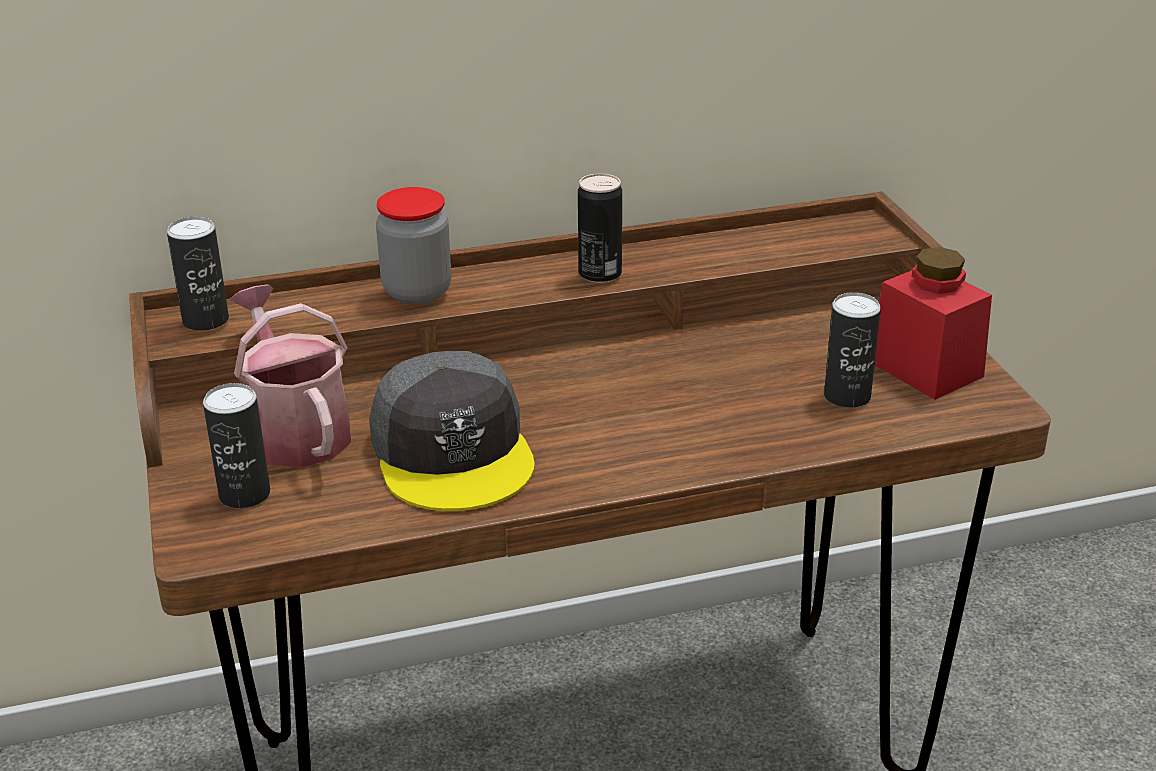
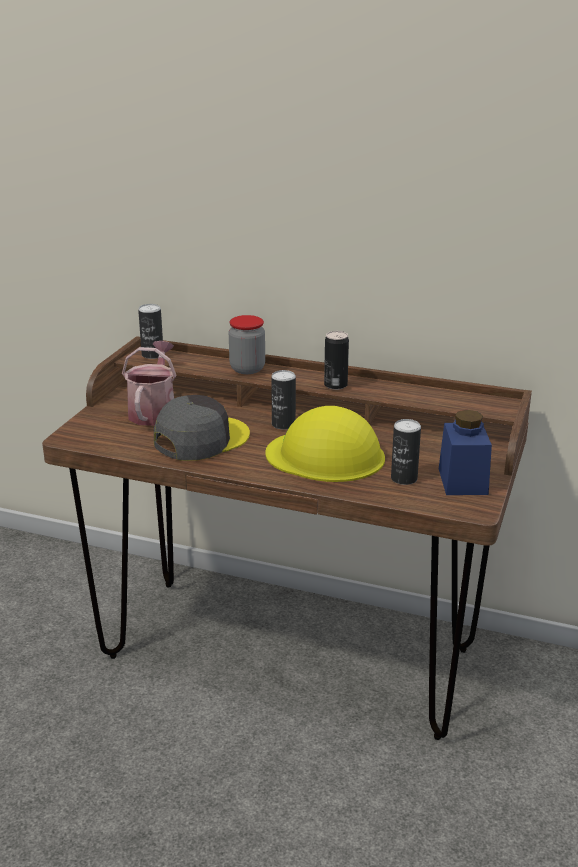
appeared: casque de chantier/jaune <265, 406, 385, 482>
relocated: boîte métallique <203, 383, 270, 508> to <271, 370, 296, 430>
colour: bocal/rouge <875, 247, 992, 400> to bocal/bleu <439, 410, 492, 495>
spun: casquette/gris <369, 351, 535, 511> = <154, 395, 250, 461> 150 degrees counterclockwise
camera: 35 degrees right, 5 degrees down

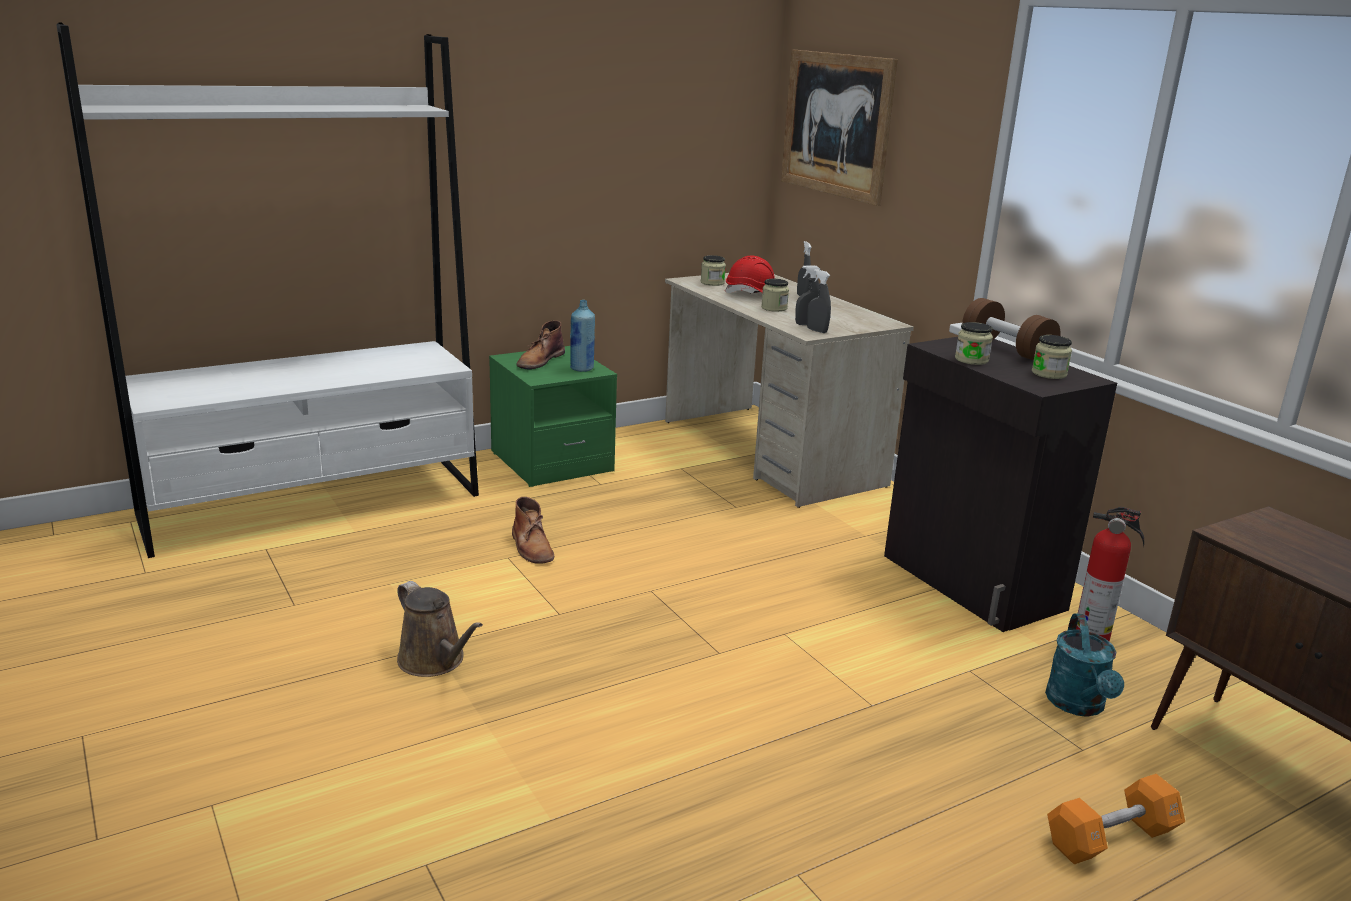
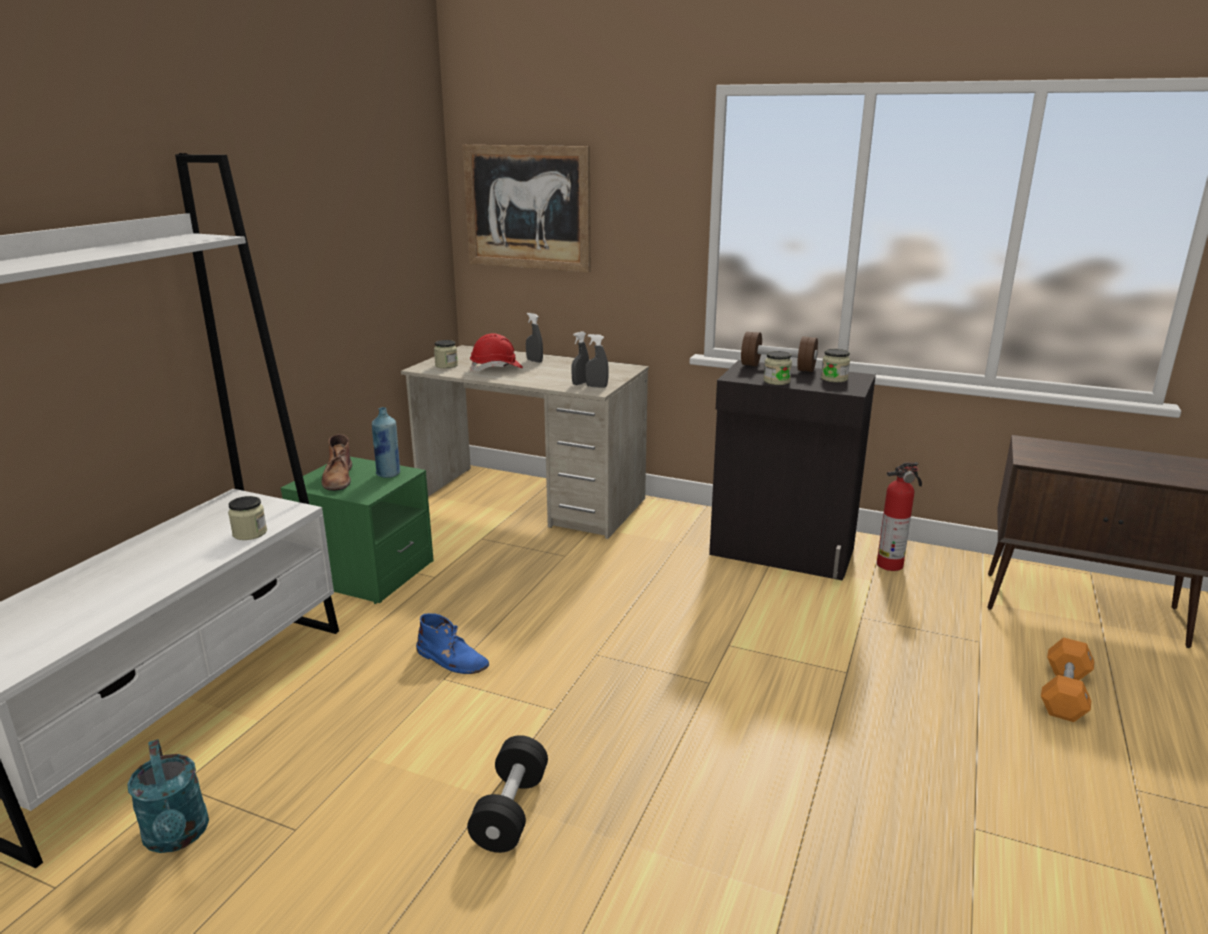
relocated: arrosoir/turquoise <1045, 613, 1124, 716> to <127, 739, 209, 853>; bocal <761, 279, 789, 312> to <228, 496, 267, 540>
exchanged: arrosoir/marron <397, 581, 483, 677> to haltère/noir <467, 735, 548, 853>
colour: botte/marron <512, 497, 554, 564> to botte/bleu <416, 613, 489, 674>
camera: 35 degrees left, 0 degrees up

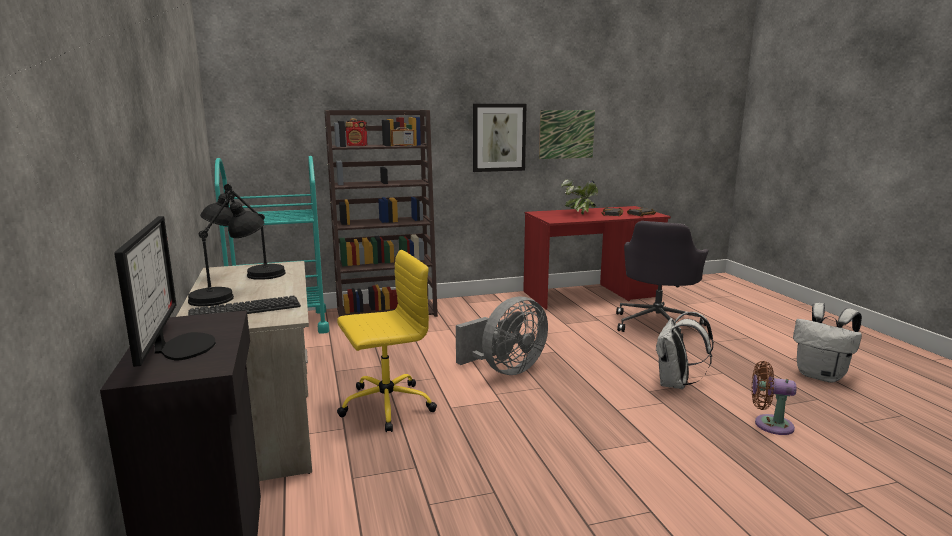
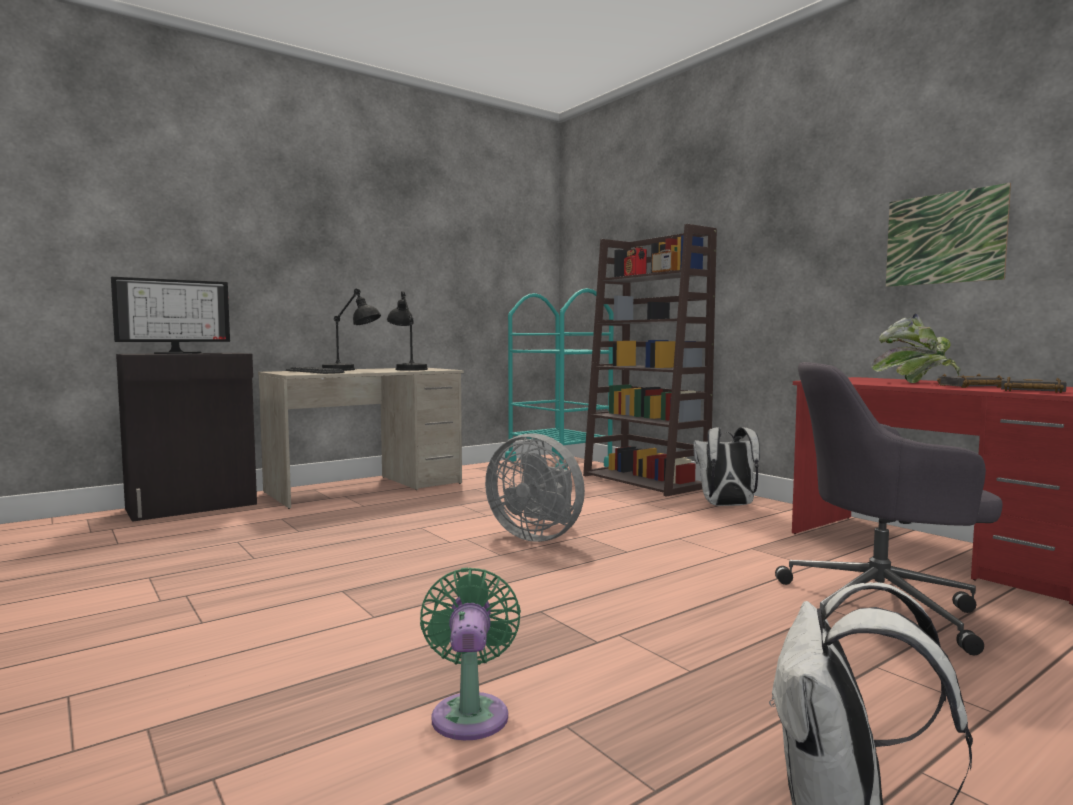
missing: chaise de bureau/jaune <337, 250, 437, 432>; tableau <473, 104, 527, 172>
relocated: sac à dos/blanc <655, 312, 714, 389> to <693, 427, 760, 506>
colour: ventilateur/marron <752, 361, 797, 435> to ventilateur/vert <420, 567, 521, 740>
camera: 70 degrees right, 10 degrees down

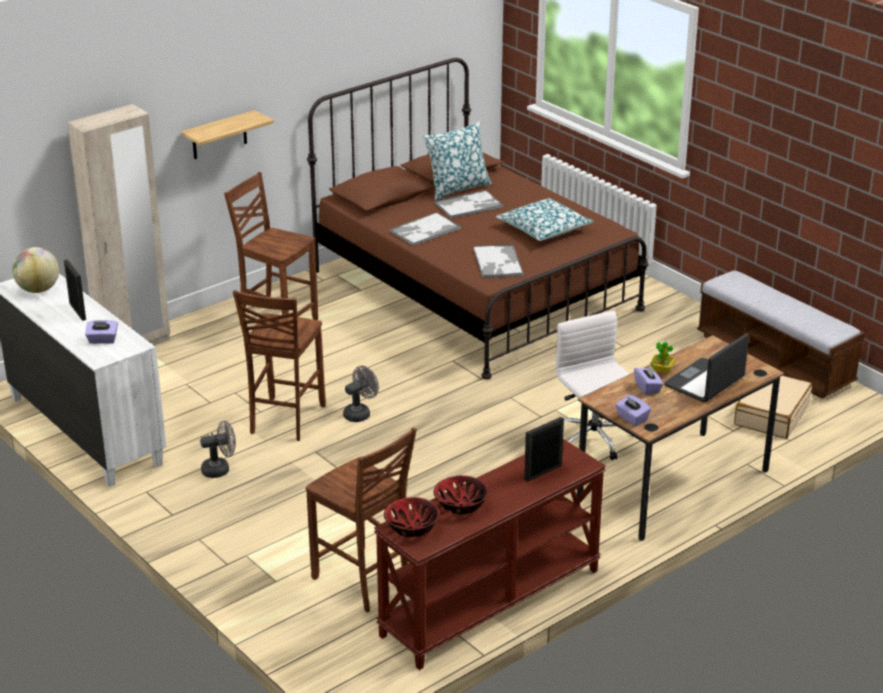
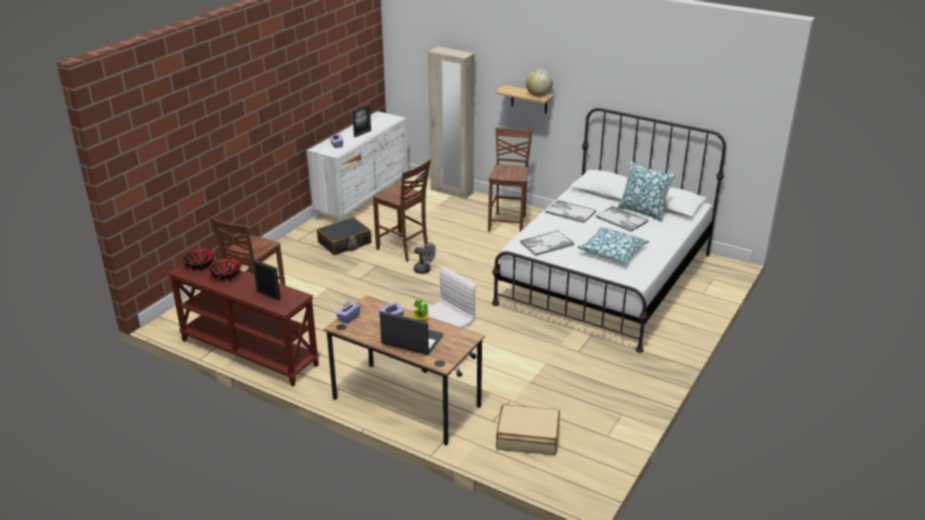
missing: banc <697, 270, 865, 399>
relocated: globe <12, 247, 59, 293> to <526, 69, 553, 97>
exchanged: ventilateur/gris <200, 421, 236, 478> to valise/noir <317, 217, 372, 255>
colour: lit/marron <307, 58, 649, 379> to lit/blanc <492, 108, 726, 353>
spun: chaise/marron <233, 290, 326, 441> = <373, 159, 431, 262> 135 degrees counterclockwise
camera: 70 degrees right, 0 degrees up

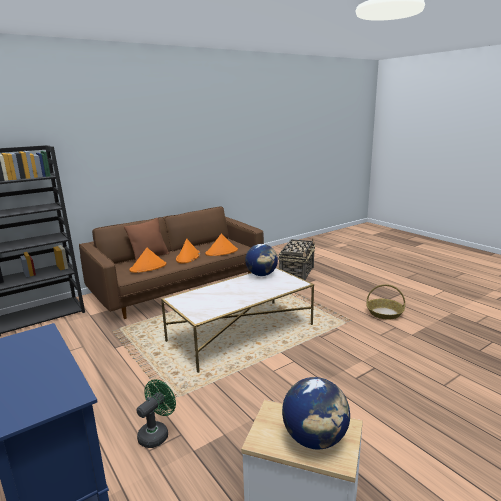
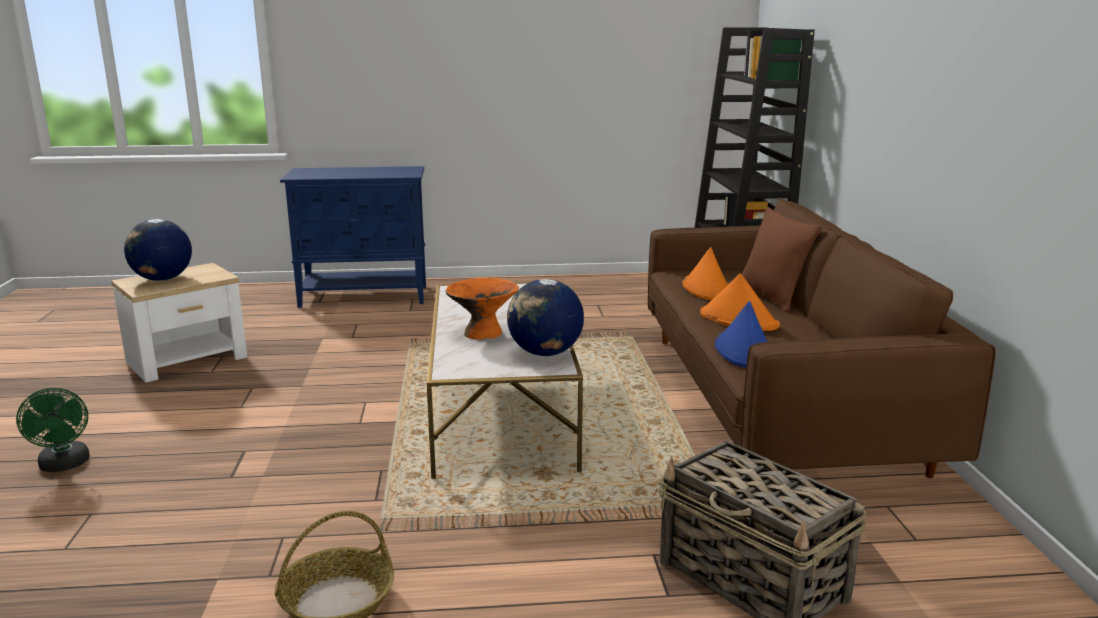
appeared: bol/orange <446, 278, 519, 340>
relocated: ventilateur/vert <137, 379, 176, 448> to <16, 388, 90, 472>
colour: chapeau/orange <205, 234, 238, 256> to chapeau/bleu <715, 301, 768, 368>
camera: 120 degrees right, 0 degrees up

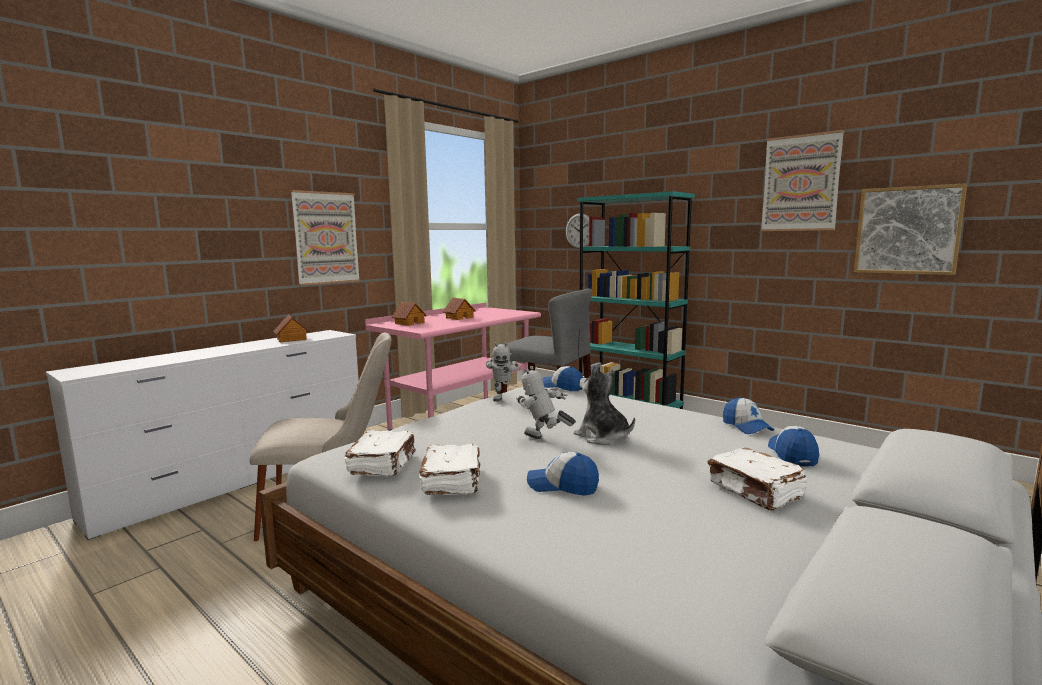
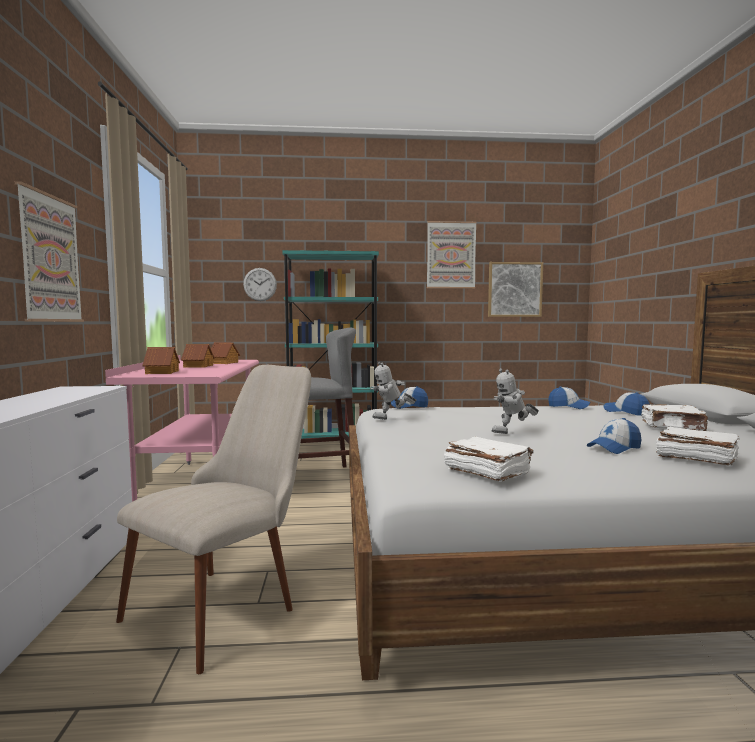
missing: peluche <574, 365, 635, 445>
relocated: maison miniature <273, 315, 310, 342> to <211, 342, 240, 364>; livre/blanc <419, 444, 480, 495> to <656, 427, 739, 465>
spun: robot jouet <486, 342, 520, 401> = <370, 362, 416, 420> 120 degrees clockwise
camera: 45 degrees left, 5 degrees down

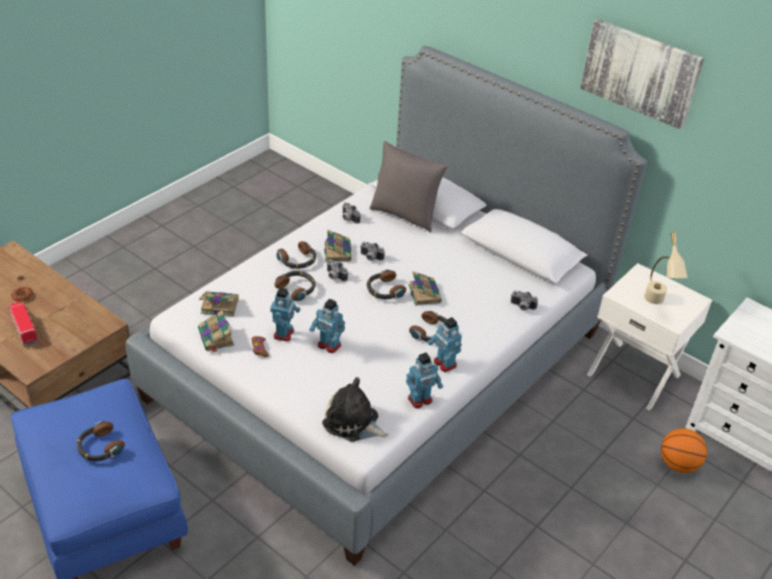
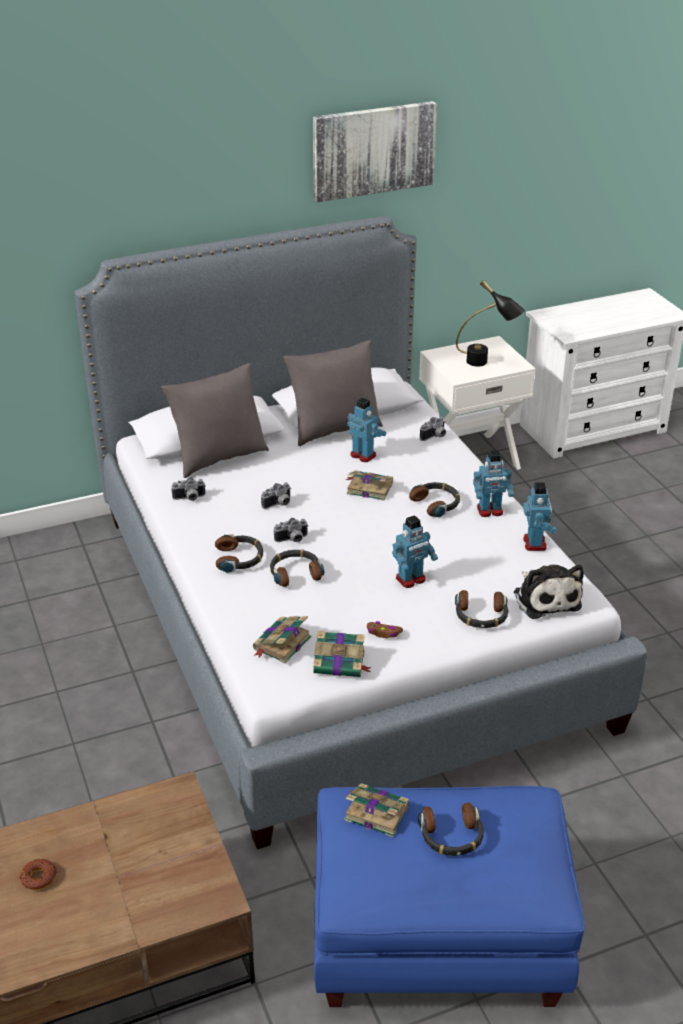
missing: camion jouet <8, 301, 38, 346>; ballon de basket <661, 428, 707, 473>
appeared: coussin/gris <283, 340, 383, 446>
relocated: livre <324, 230, 351, 262> to <344, 783, 409, 837>; robot jouet <270, 287, 300, 341> to <347, 398, 386, 462>; casque audio <367, 269, 406, 299> to <455, 590, 508, 628>
colour: lampe de table/beige <644, 232, 688, 304> to lampe de table/noir <456, 280, 525, 367>
spun: peluche <322, 377, 388, 442> = <514, 565, 584, 619> 75 degrees counterclockwise
camera: 60 degrees left, 5 degrees down

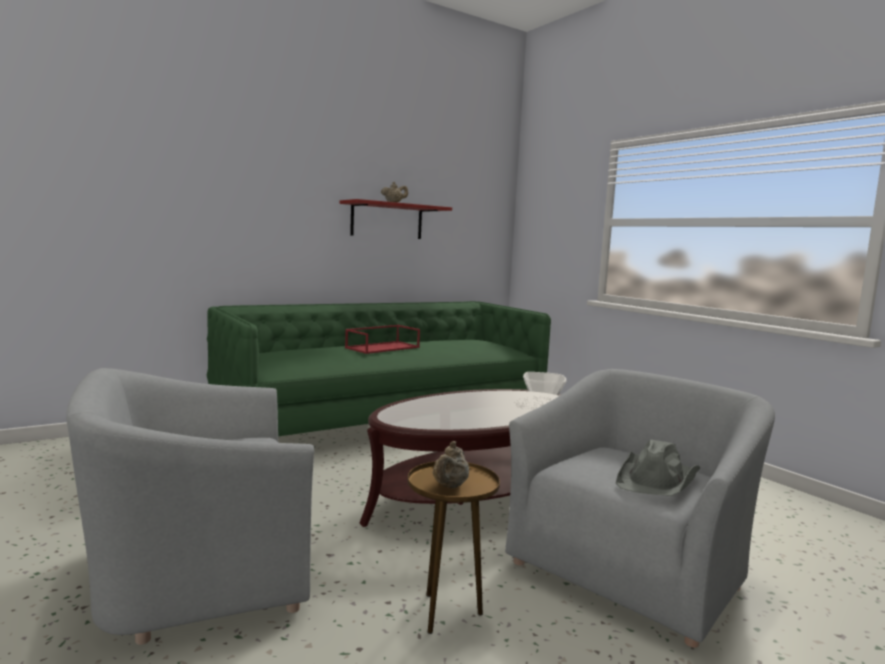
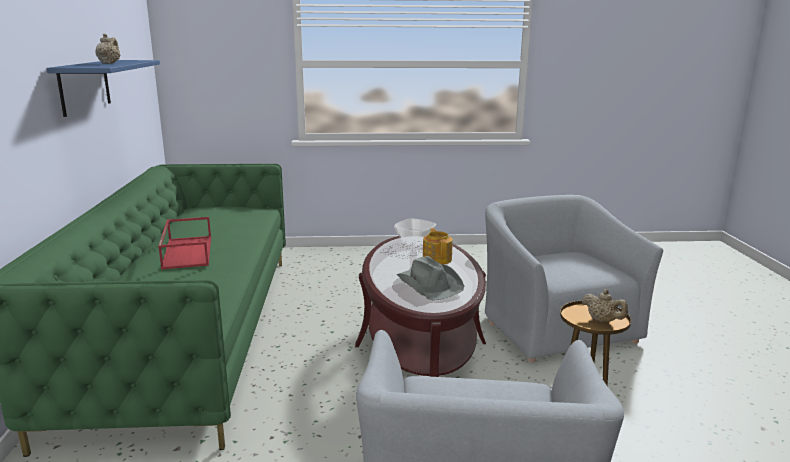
appeared: théière <423, 228, 453, 265>
relocated: chapeau/gris <616, 440, 701, 496> to <397, 256, 464, 301>
colour: étagère/rouge <340, 199, 452, 239> to étagère/bleu <46, 60, 160, 117>
camera: 60 degrees left, 10 degrees up

